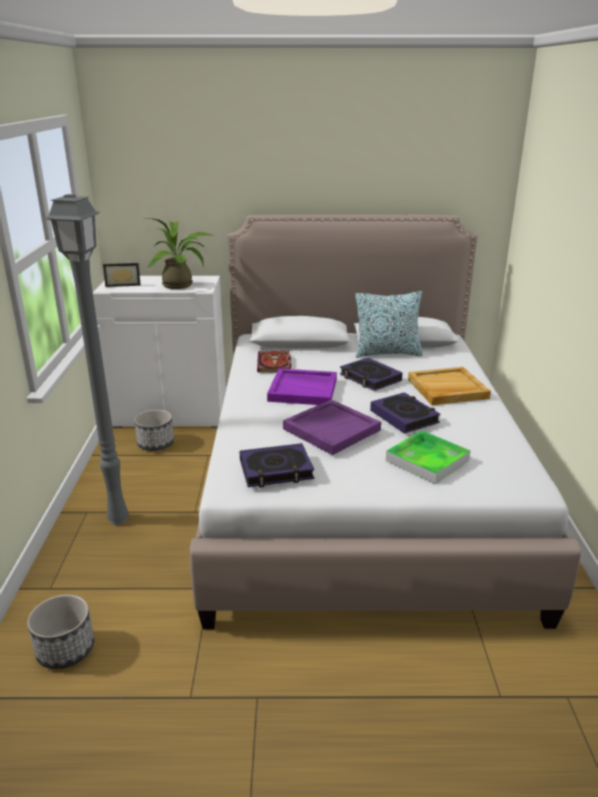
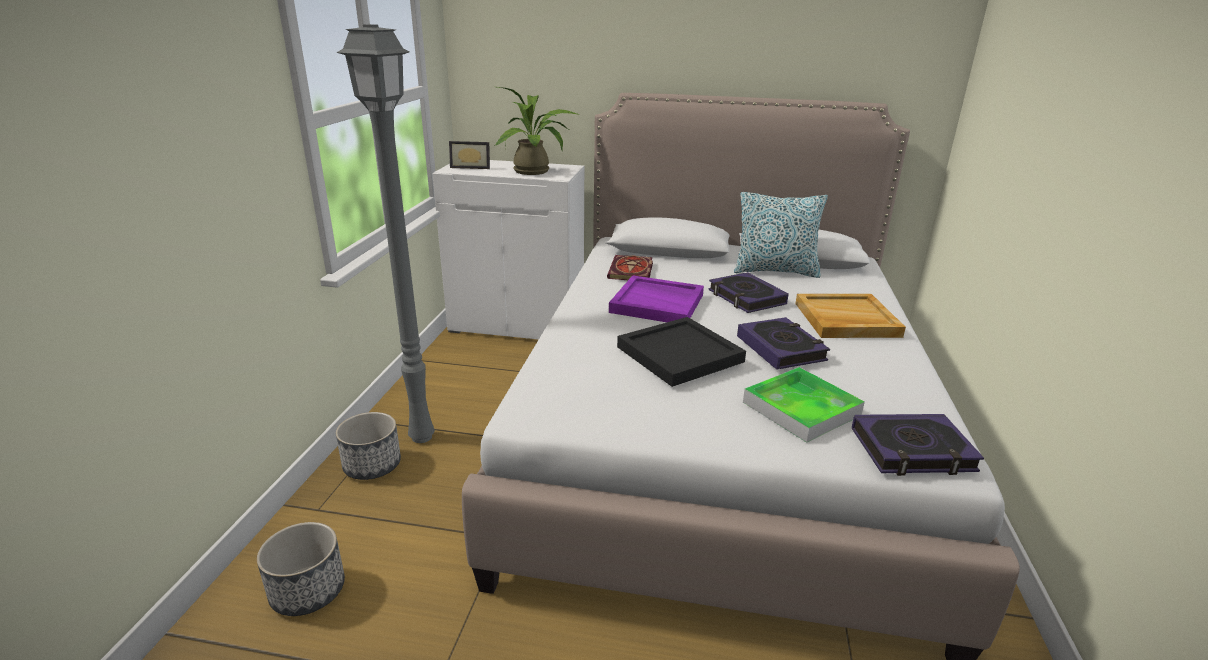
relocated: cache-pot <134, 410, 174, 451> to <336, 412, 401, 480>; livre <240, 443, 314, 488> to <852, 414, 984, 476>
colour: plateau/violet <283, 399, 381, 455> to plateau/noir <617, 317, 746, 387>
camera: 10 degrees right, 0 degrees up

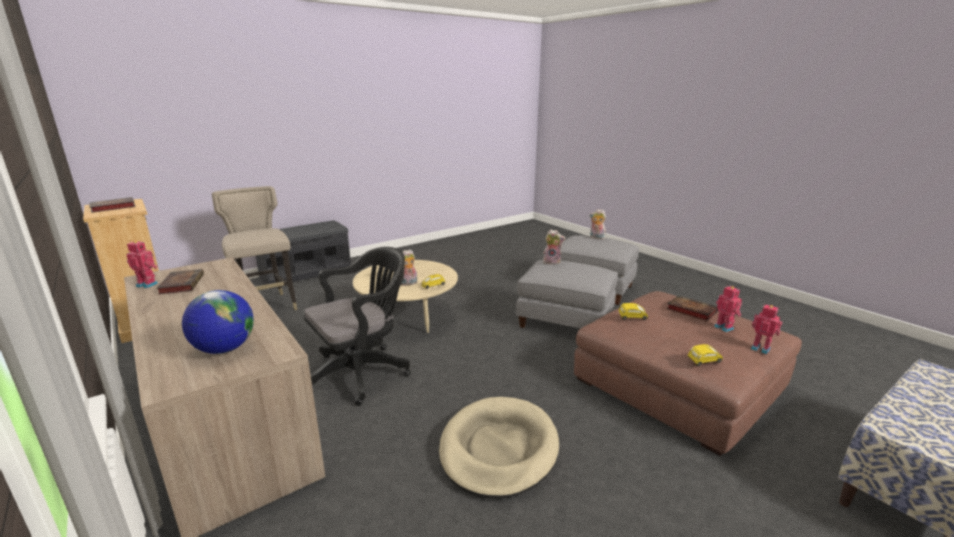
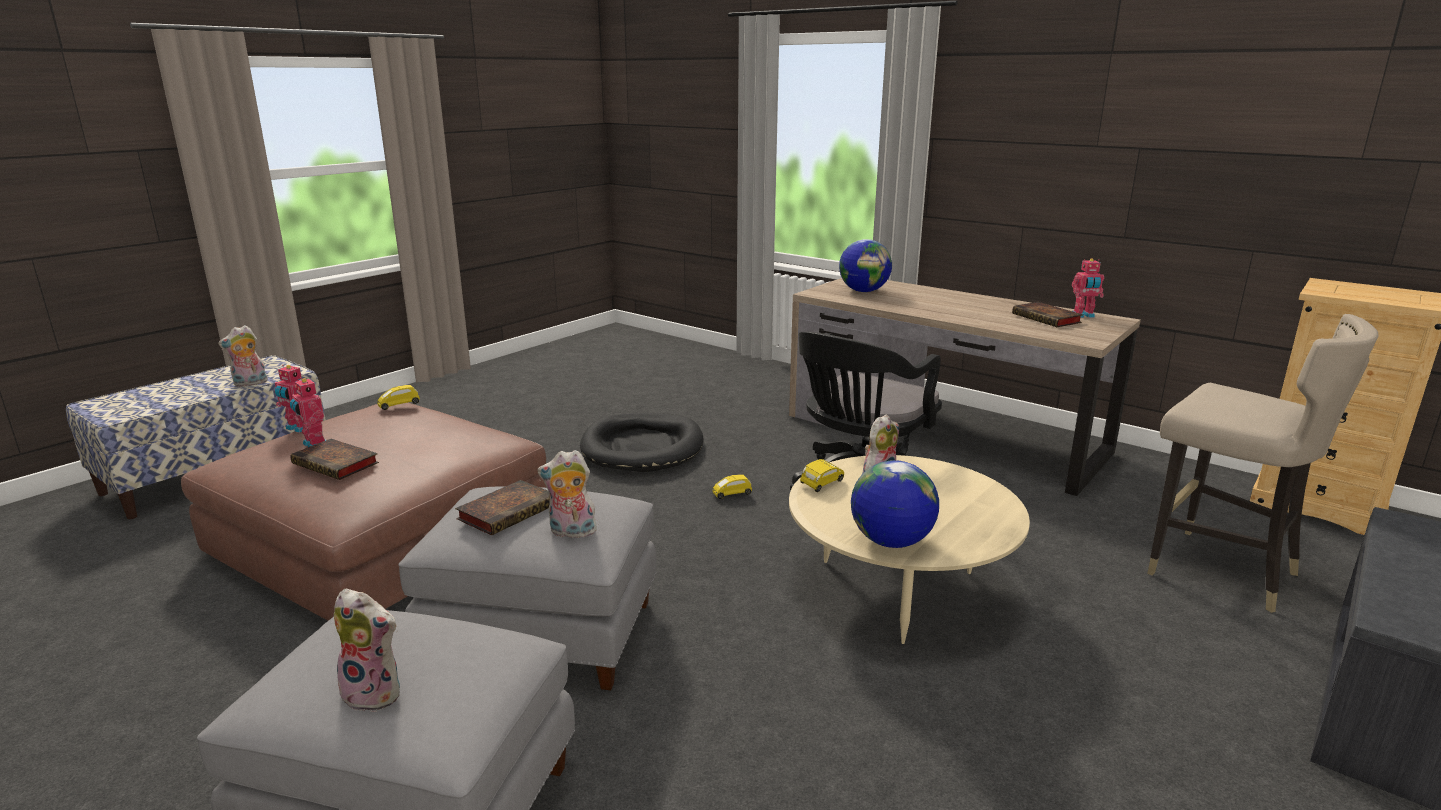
appeared: peluche <218, 325, 268, 387>; globe <851, 460, 939, 548>
relocated: livre <89, 197, 136, 213> to <455, 480, 550, 535>; petite voiture/jaune <618, 303, 648, 320> to <712, 474, 752, 499>
colour: panier pour chien/beige <439, 397, 559, 499> to panier pour chien/noir <580, 413, 703, 472>
camera: 165 degrees right, 0 degrees up

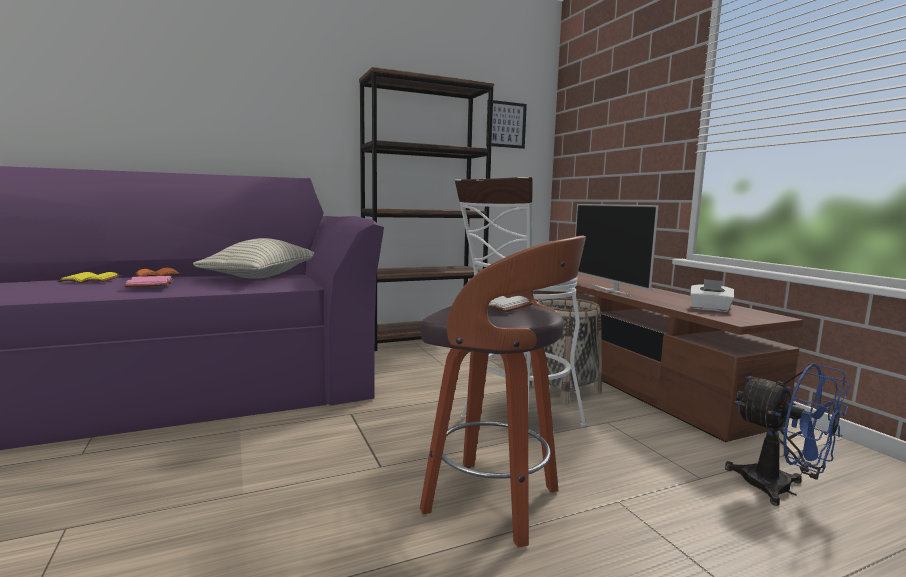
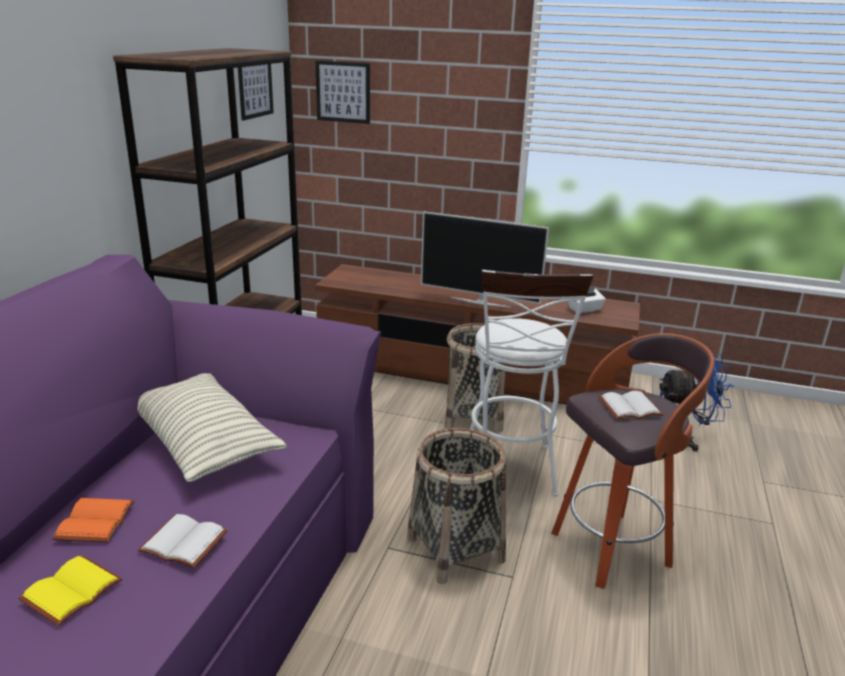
appeared: tableau <315, 61, 370, 124>; panier <407, 428, 506, 584>
colour: livre/rose <124, 276, 174, 287> to livre/blanc <138, 514, 228, 568>
camera: 50 degrees left, 15 degrees up

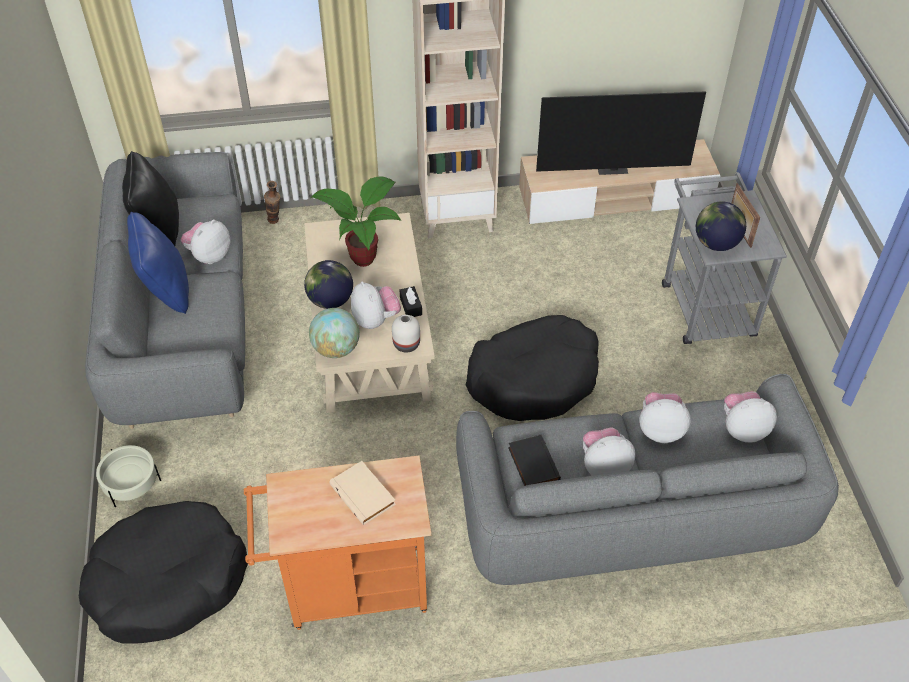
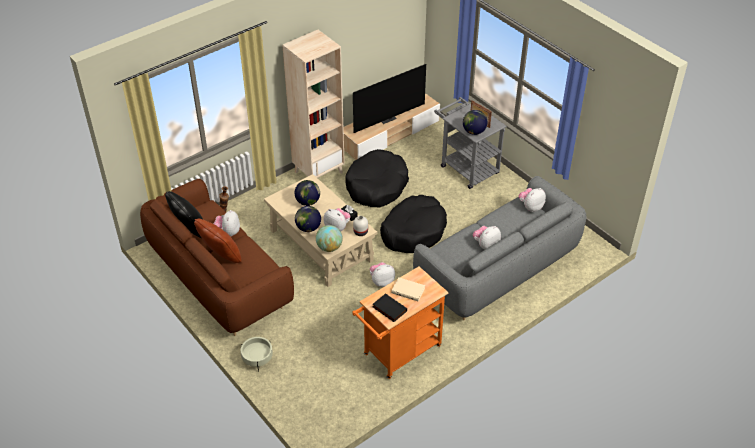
relocated: panier pour chien/noir <79, 501, 248, 644> to <345, 149, 409, 207>; peluche <639, 392, 691, 443> to <370, 262, 395, 287>; livre/noir <508, 435, 561, 486> to <373, 293, 407, 322>
exchanged: plante en pot <311, 177, 401, 267> to globe <295, 180, 320, 206>
colour: canapé/gris <85, 152, 245, 429> to canapé/marron <140, 179, 294, 336>; coussin/bleu <127, 212, 189, 314> to coussin/marron <194, 219, 241, 263>
camera: 30 degrees left, 5 degrees down

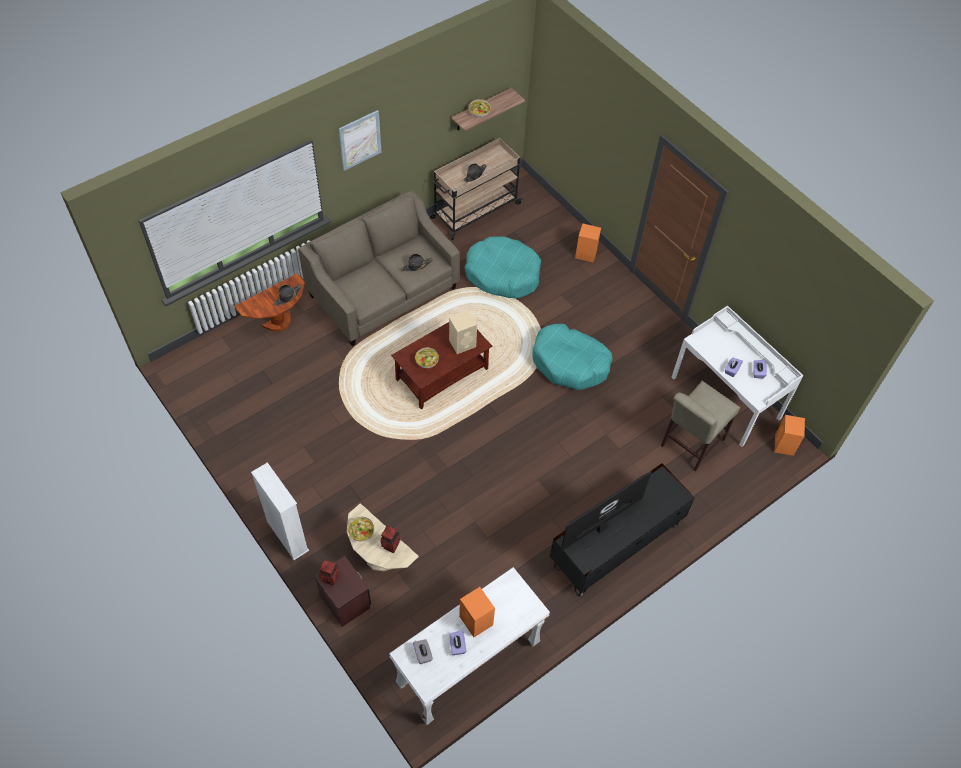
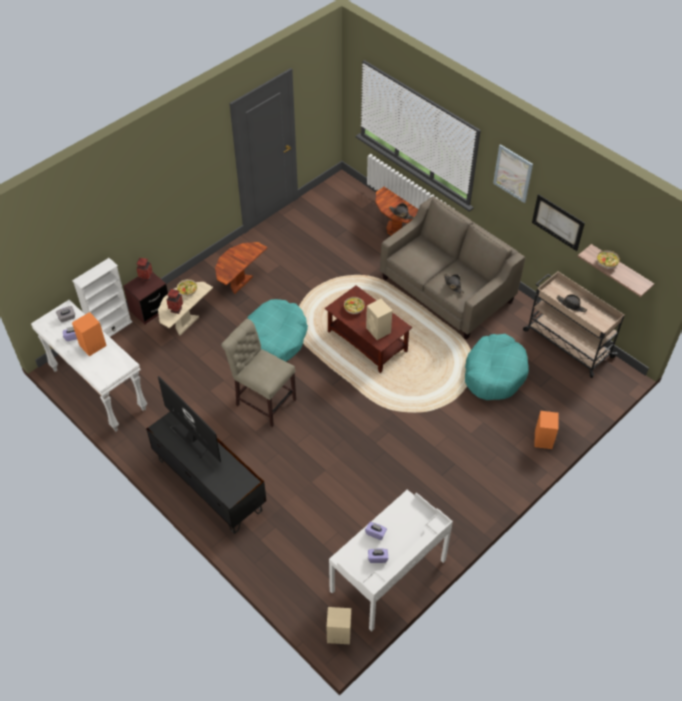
appeared: table d'appoint/marron <215, 242, 267, 294>; tableau <532, 194, 585, 251>
relocated: bibliothèque/blanc <251, 462, 309, 560> to <72, 258, 132, 337>; chaise/beige <661, 381, 740, 472> to <221, 319, 296, 427>; panier pour chien/turquoise <532, 324, 613, 390> to <247, 299, 308, 362>
colour: enceinte/orange <774, 415, 805, 456> to enceinte/beige <327, 607, 351, 644>
camera: 85 degrees right, 5 degrees down

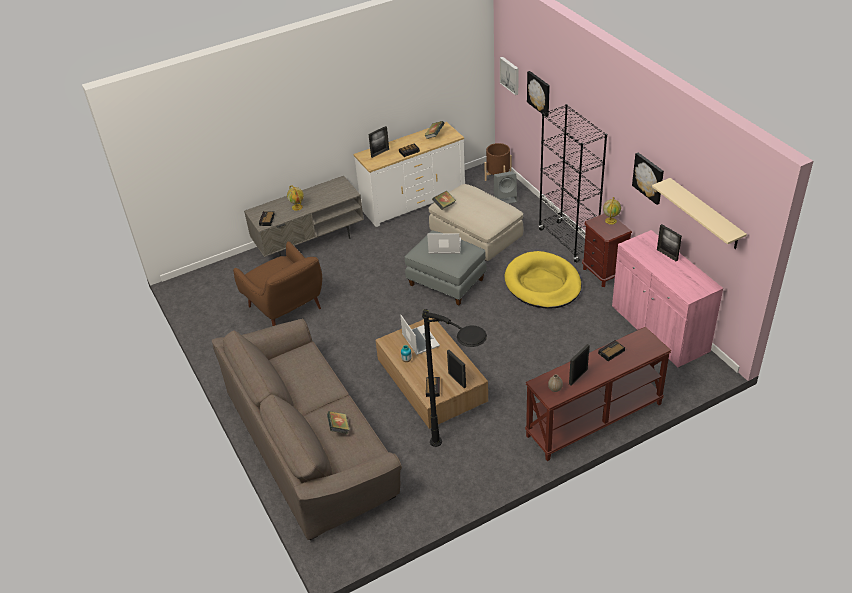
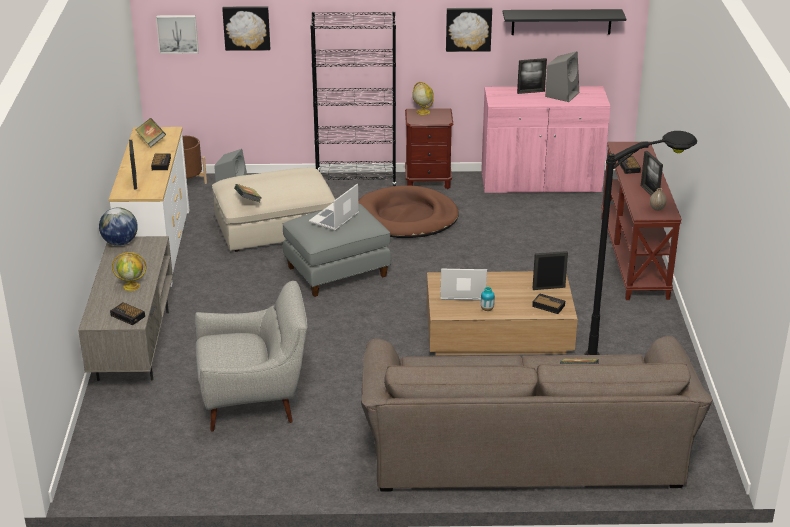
appeared: globe <99, 207, 138, 246>; enceinte/gris <545, 51, 579, 102>
colour: fauteuil/marron <233, 241, 322, 326> to fauteuil/gris <195, 281, 307, 432>; panier pour chien/jaune <505, 251, 581, 309> to panier pour chien/marron <358, 185, 459, 238>; étagère/beige <652, 178, 747, 249> to étagère/noir <503, 9, 626, 35>
camera: 65 degrees left, 10 degrees down

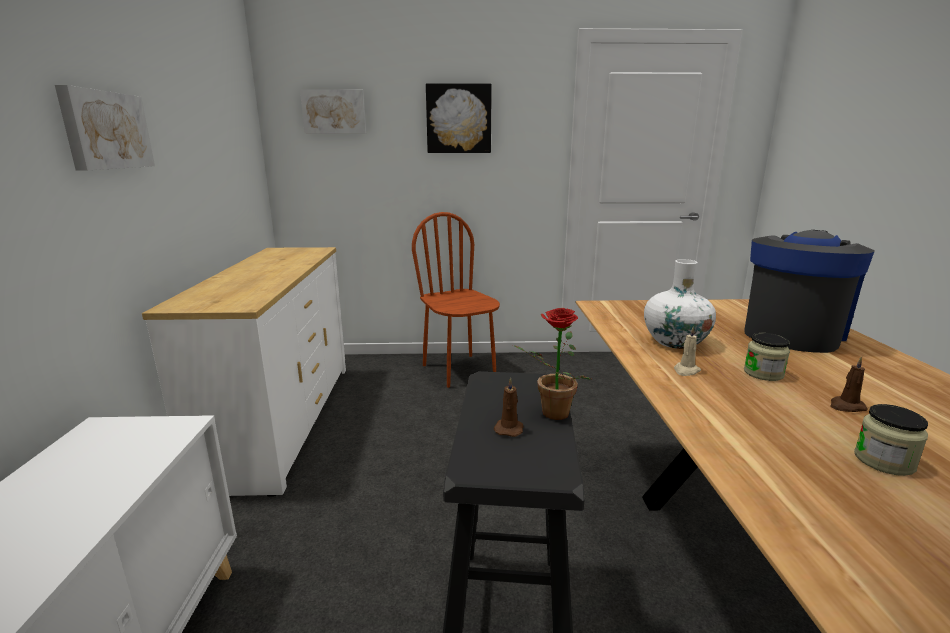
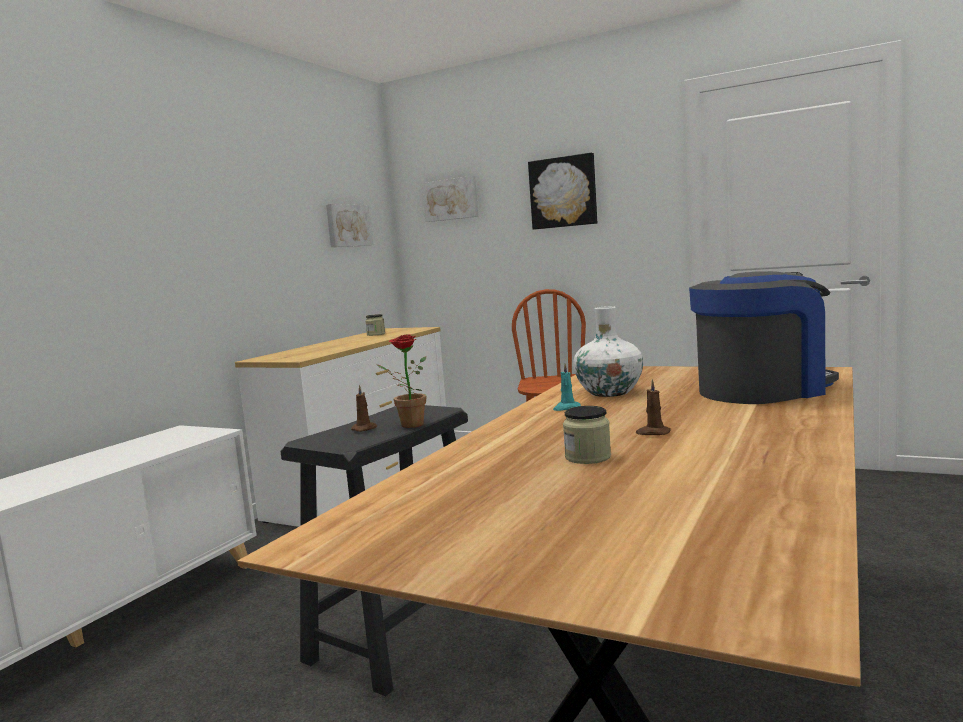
relocated: tableau <55, 85, 155, 170> to <326, 204, 373, 247>; bocal <744, 333, 790, 381> to <365, 314, 385, 336>
colour: bougie/beige <674, 327, 701, 376> to bougie/turquoise <553, 363, 581, 411>
camera: 30 degrees right, 10 degrees down

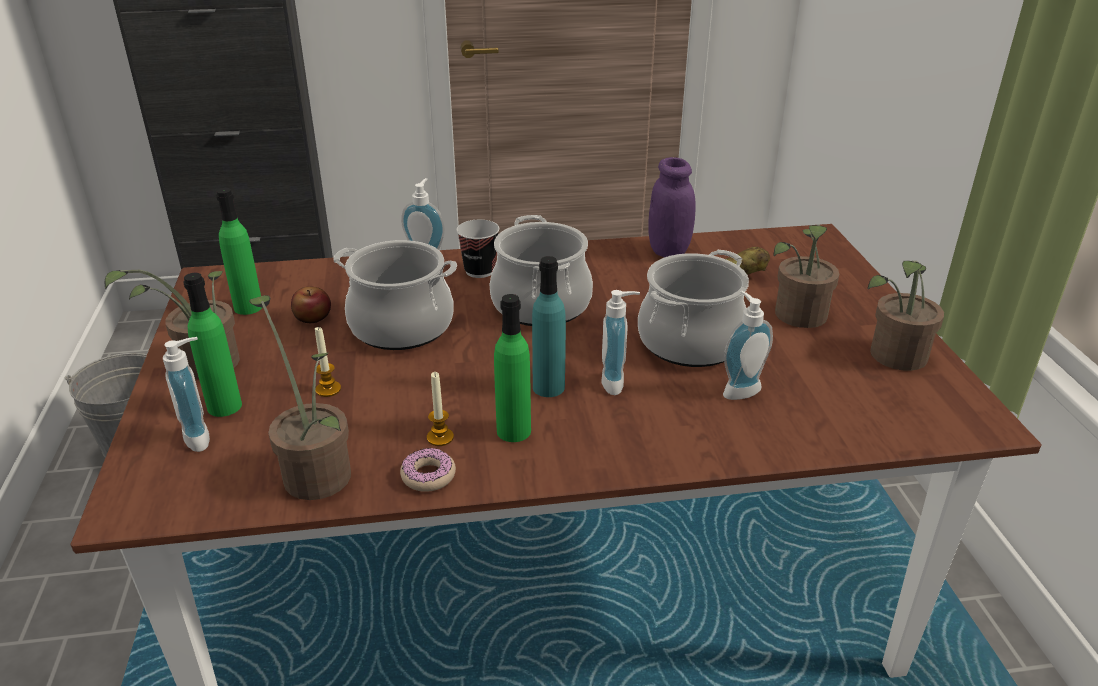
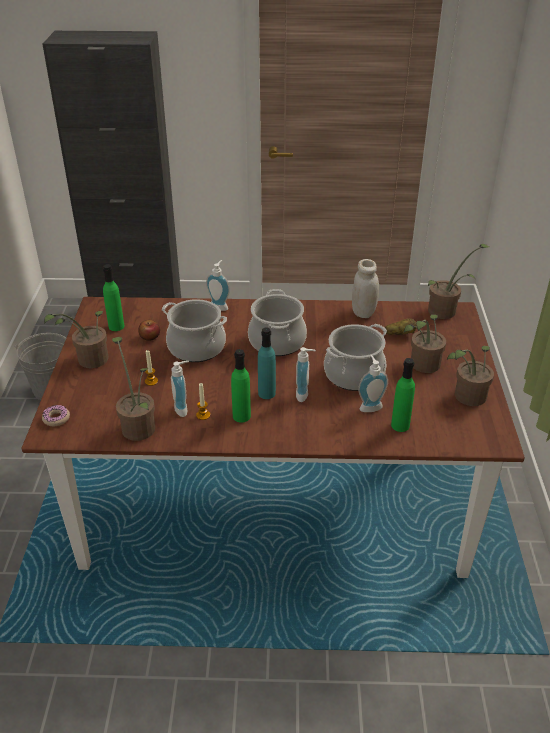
missing: tasse <456, 220, 500, 278>
appeared: plante en pot <428, 244, 489, 319>
relocated: beignet <400, 448, 456, 492> to <42, 405, 70, 426>; distributeur de savon <163, 337, 210, 452> to <171, 361, 189, 417>; bouteille/vert <183, 273, 242, 417> to <391, 358, 415, 432>
colour: bocal/violet <648, 157, 696, 257> to bocal/blanc <352, 259, 379, 318>
camera: 10 degrees right, 5 degrees up

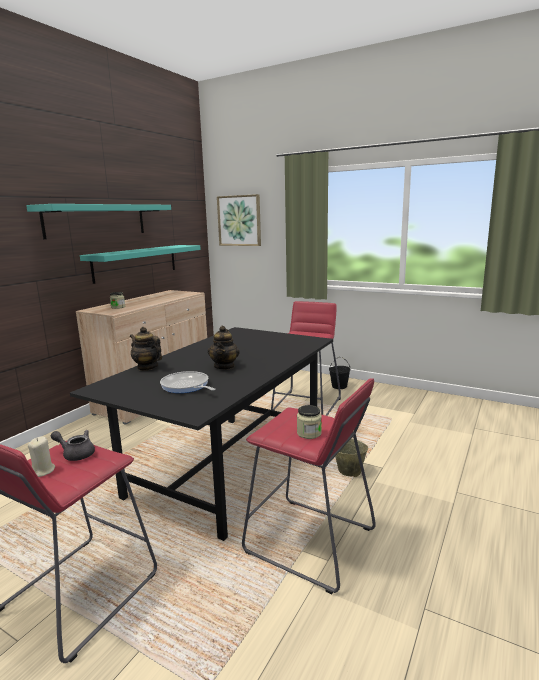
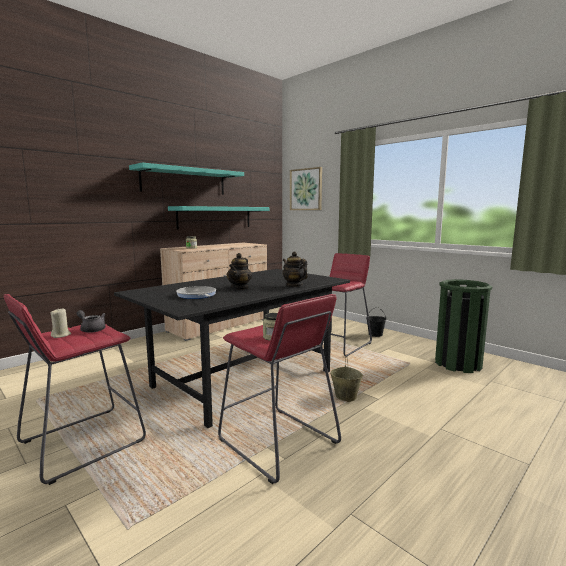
appeared: poubelle/vert <435, 279, 492, 373>
relocated: théière <130, 327, 162, 371> to <283, 252, 308, 287>
camera: 15 degrees right, 5 degrees down

